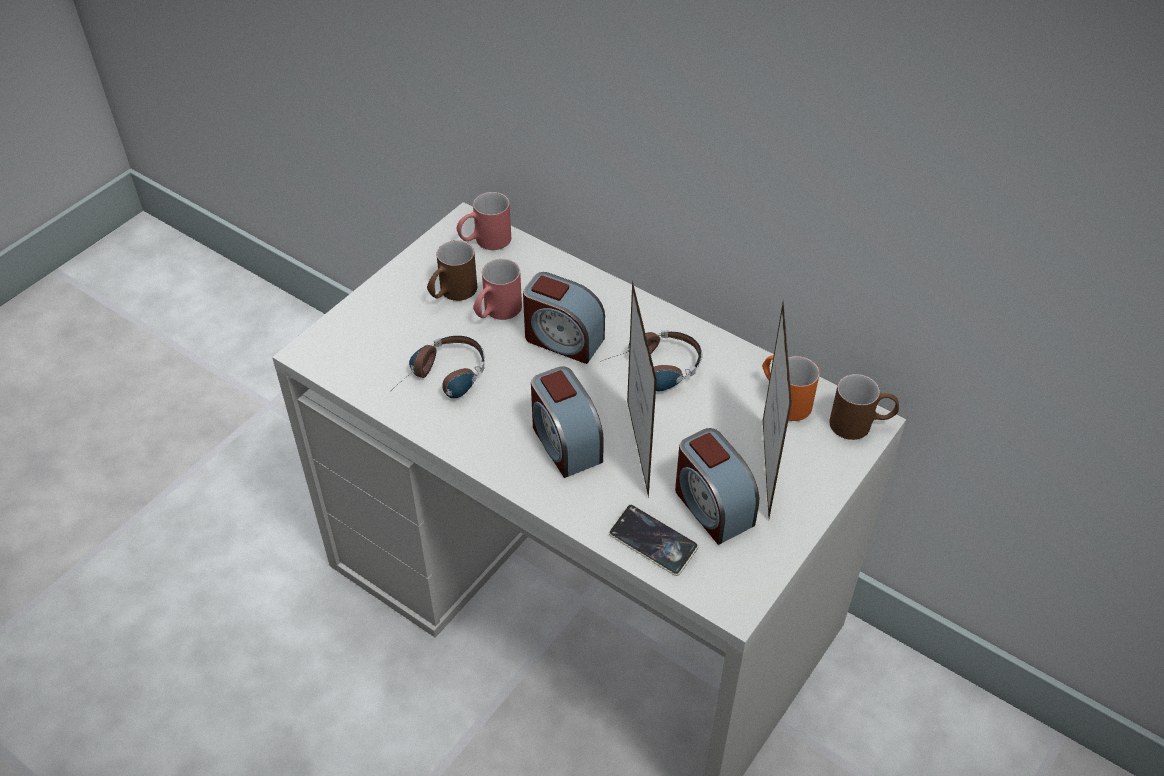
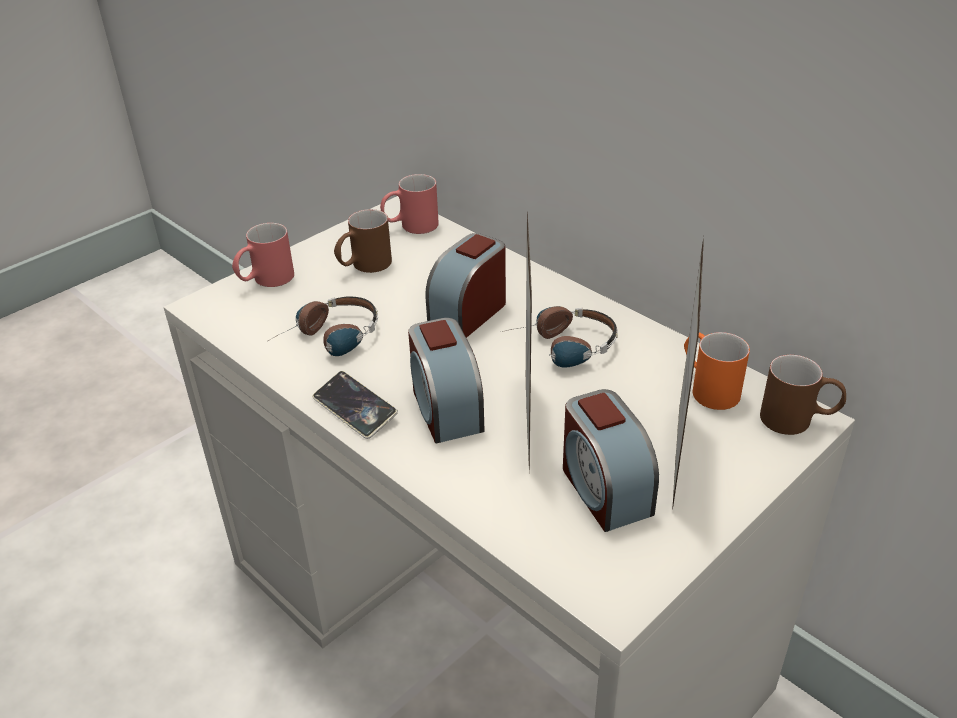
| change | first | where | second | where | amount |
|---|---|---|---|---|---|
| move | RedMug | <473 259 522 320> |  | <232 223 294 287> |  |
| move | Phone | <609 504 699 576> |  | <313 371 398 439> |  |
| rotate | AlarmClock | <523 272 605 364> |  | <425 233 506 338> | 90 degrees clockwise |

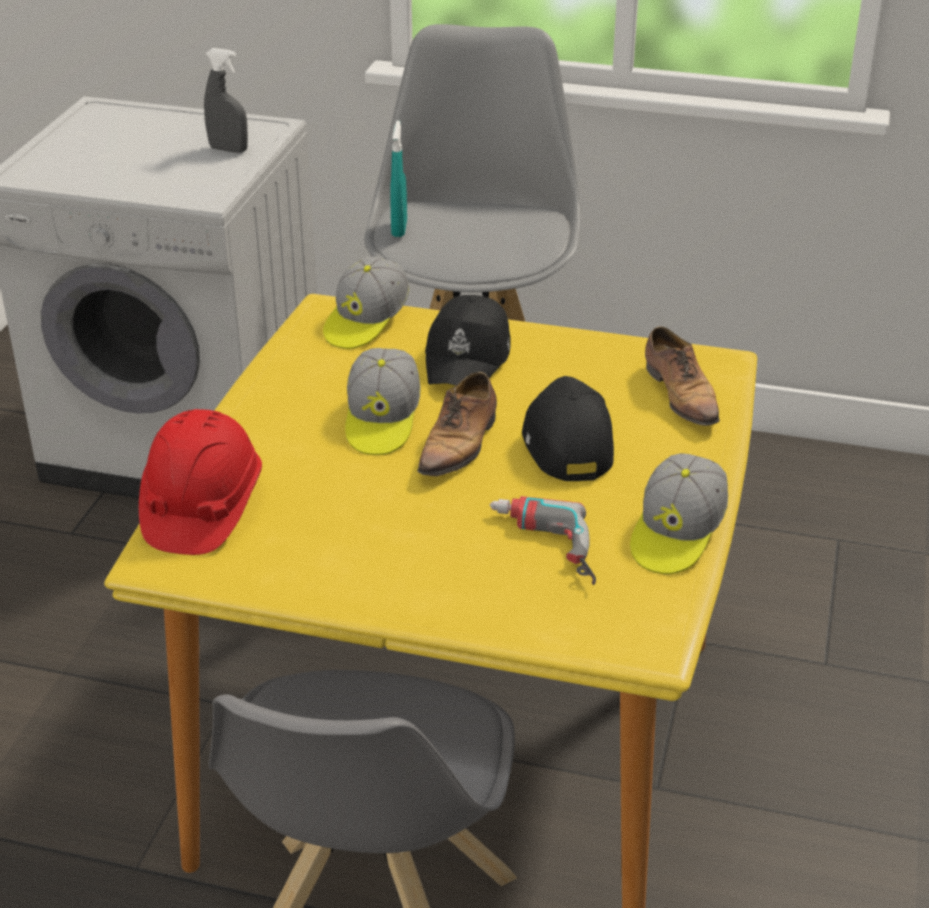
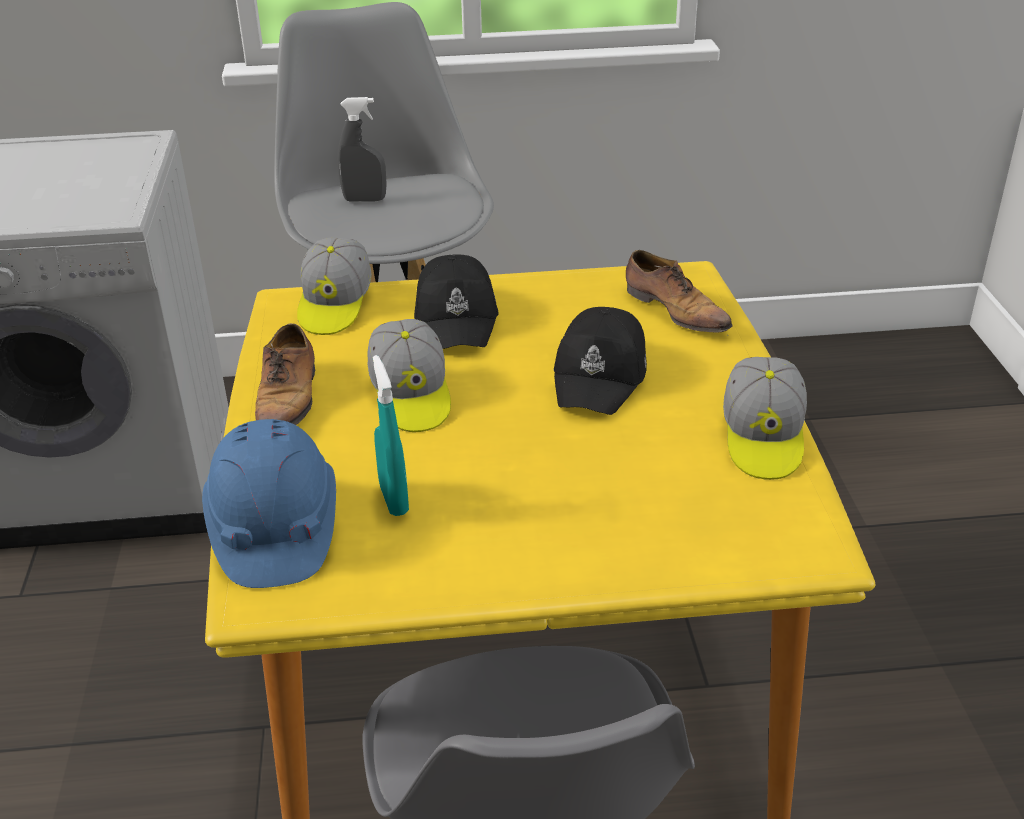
| change | first | where | second | where | amount |
|---|---|---|---|---|---|
| delete | PowerDrill | <490 496 596 585> |  |  |  |
| move | GreySprayBottle | <204 48 248 153> |  | <338 97 387 202> |  |
| move | TurquoiseSprayBottle | <390 120 407 237> |  | <373 355 409 516> |  |
| move | Shoe | <417 372 497 485> |  | <255 323 315 425> |  |
| recolor | RedHardHat | <139 409 262 555> | BlueHardHat | <202 419 336 588> |  |
| rotate | BlackCap | <522 376 614 481> |  | <554 307 647 415> | 135 degrees counterclockwise |

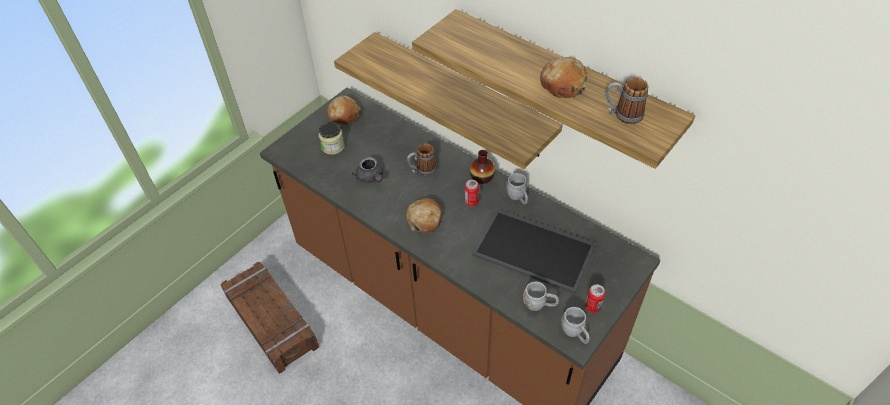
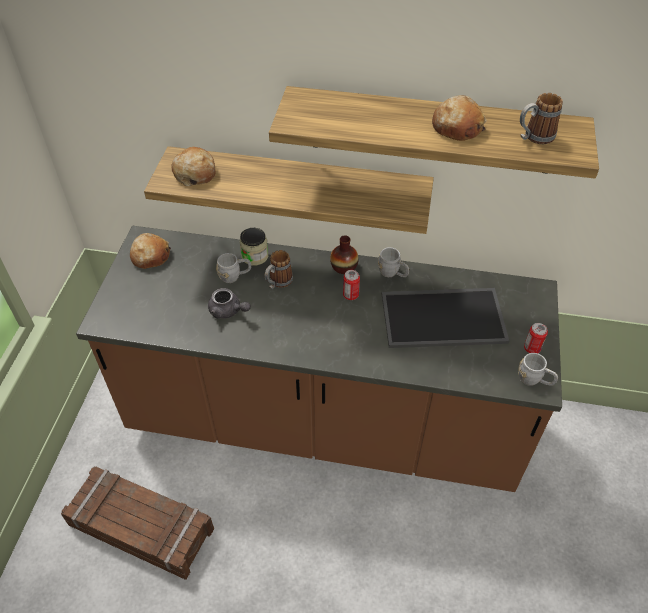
| change | first | where | second | where | amount |
|---|---|---|---|---|---|
| move | Jar | <319 122 345 155> |  | <240 228 268 266> |  |
| move | Bread | <406 198 442 233> |  | <171 147 216 186> |  |
| move | GreyMug | <523 281 559 311> |  | <216 253 251 283> |  |

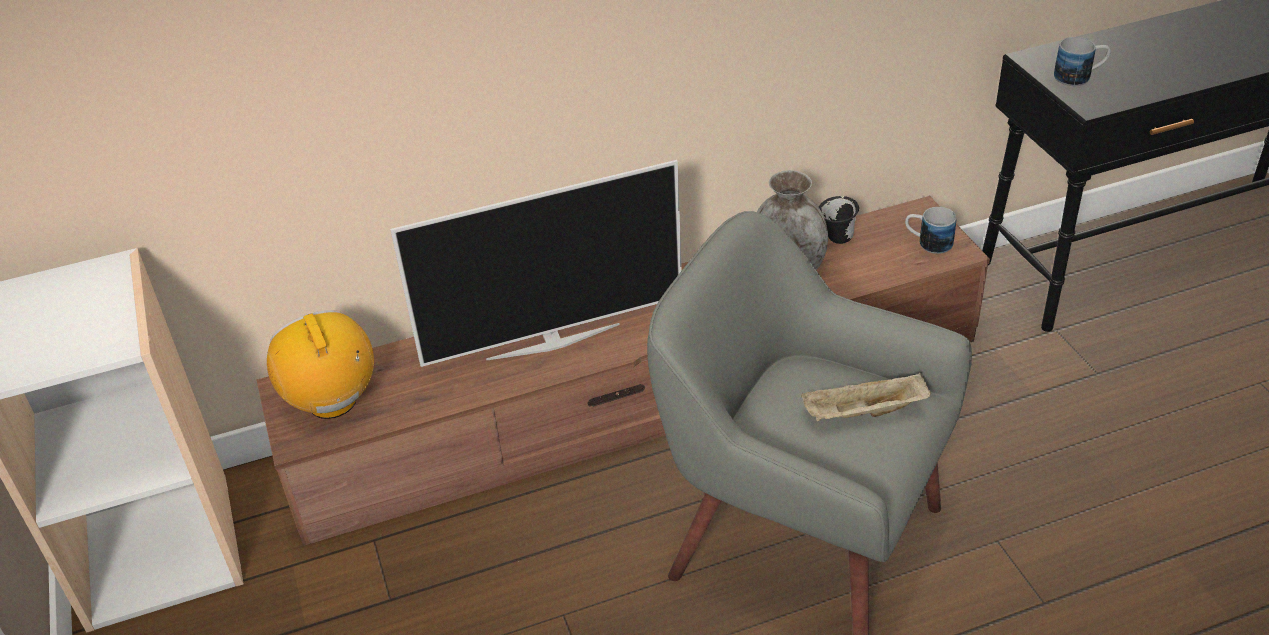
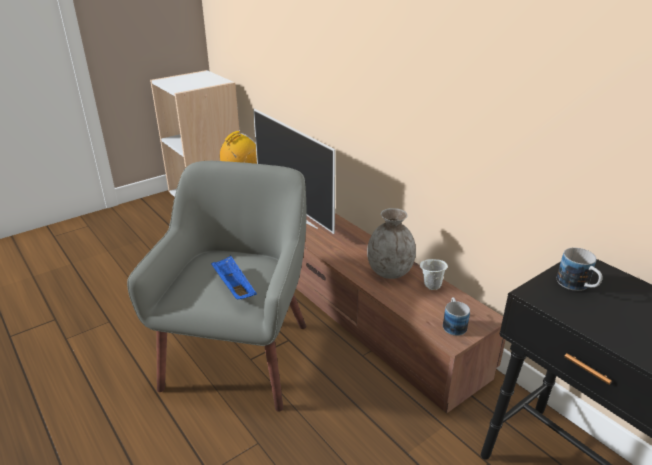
| change | first | where | second | where | amount |
|---|---|---|---|---|---|
| recolor | BeigeTray | <801 373 931 421> | BlueTray | <211 256 257 299> |  |
| recolor | BlackMug | <819 196 859 244> | WhiteMug | <420 259 448 290> |  |

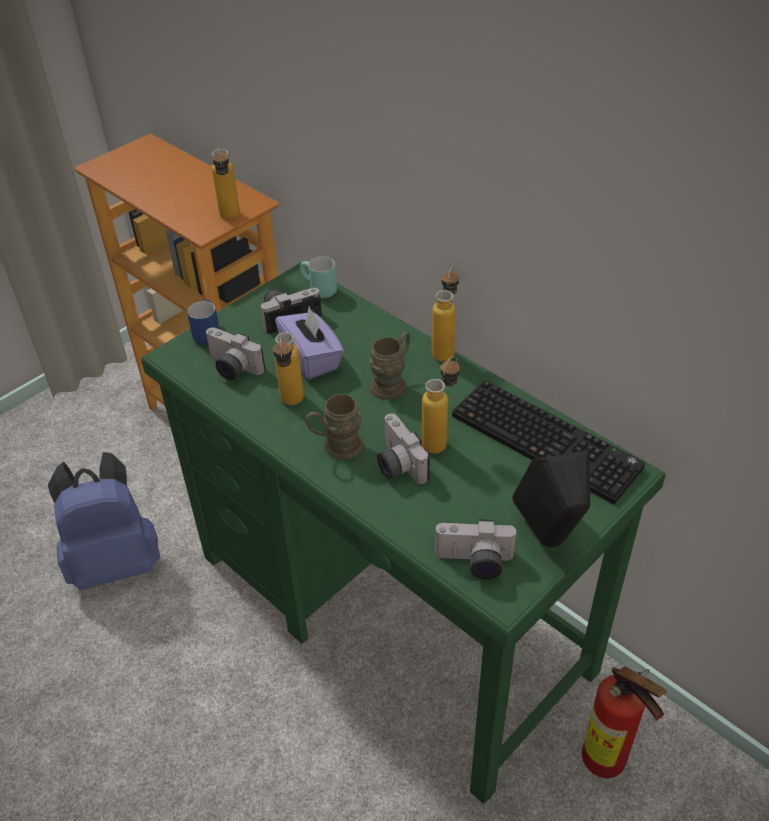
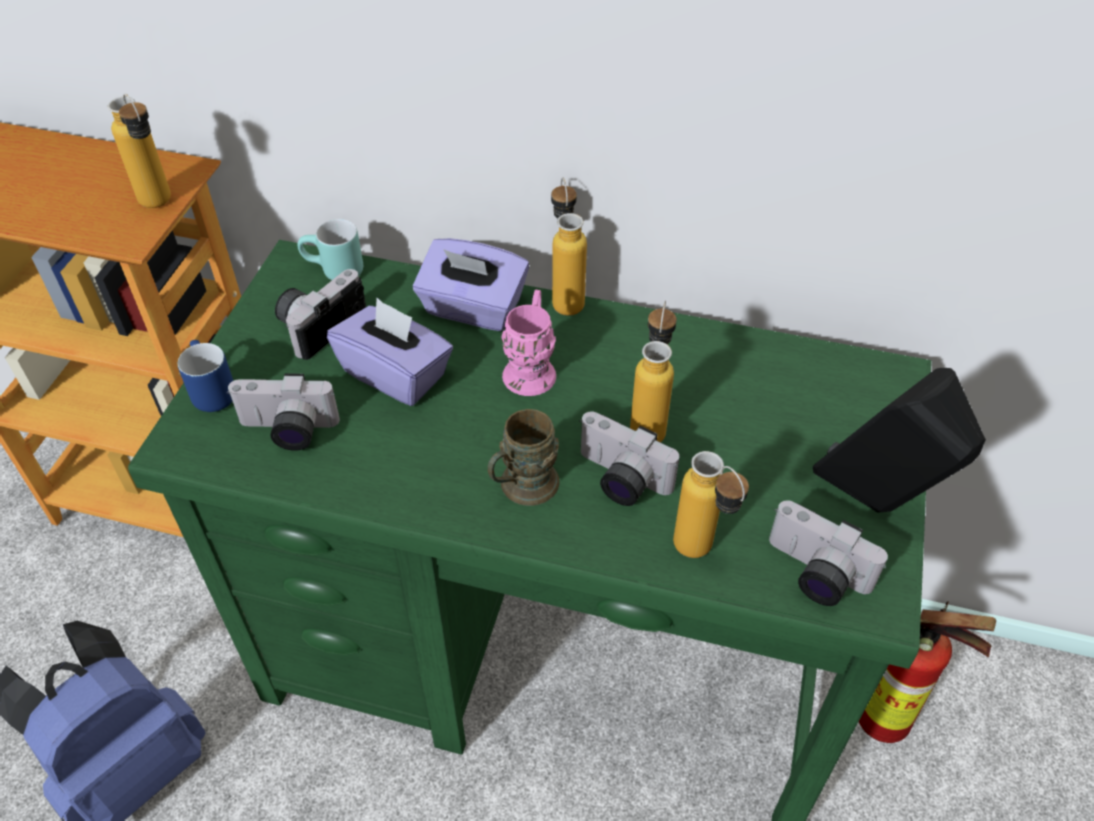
| change | first | where | second | where | amount |
|---|---|---|---|---|---|
| delete | Keyboard | <452 380 645 504> |  |  |  |
| insert |  |  | PurpleTissueBox | <413 238 529 331> |  |
| move | Bottle | <273 332 304 405> |  | <673 451 749 558> |  |
| recolor | BrownMug | <369 332 410 400> | PinkMug | <502 290 556 396> |  |
| rotate | PhotoCamera | <434 519 518 579> |  | <769 500 888 606> | 60 degrees clockwise |

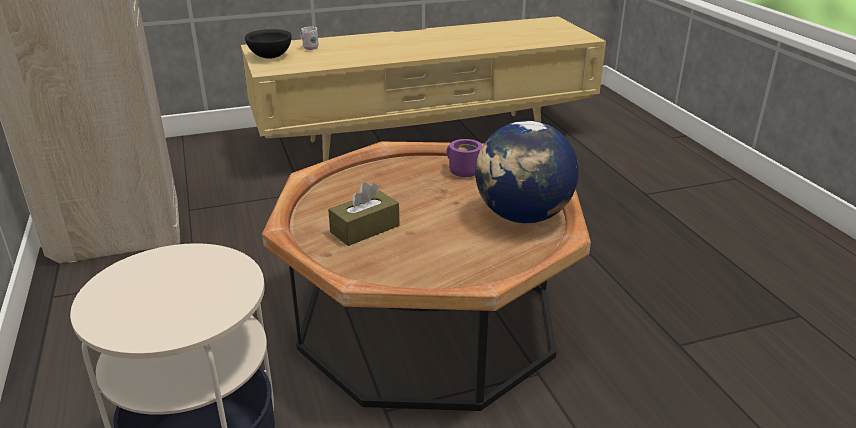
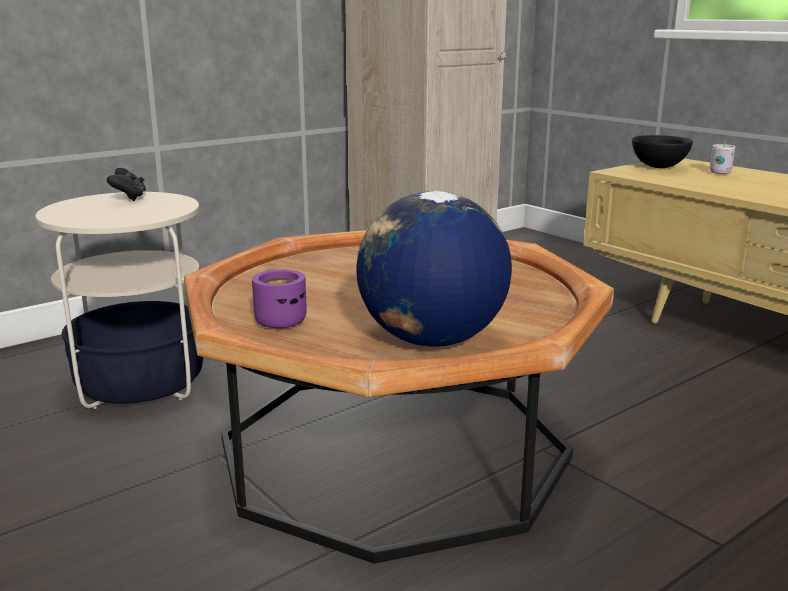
| change | first | where | second | where | amount |
|---|---|---|---|---|---|
| delete | BrownTissueBox | <328 182 400 246> |  |  |  |
| insert |  |  | BlackGameController | <107 168 146 201> |  |
| move | PurpleMug | <447 139 482 177> |  | <252 269 307 328> |  |

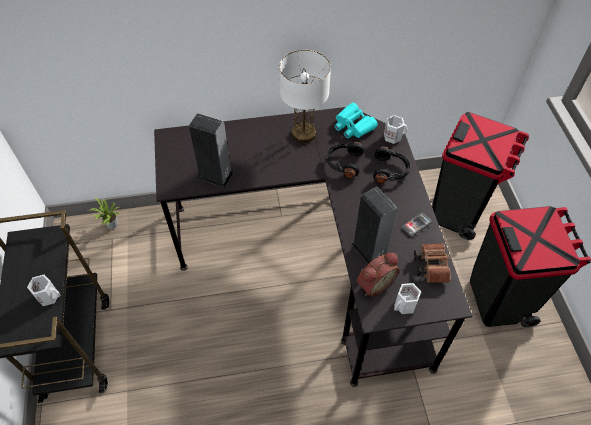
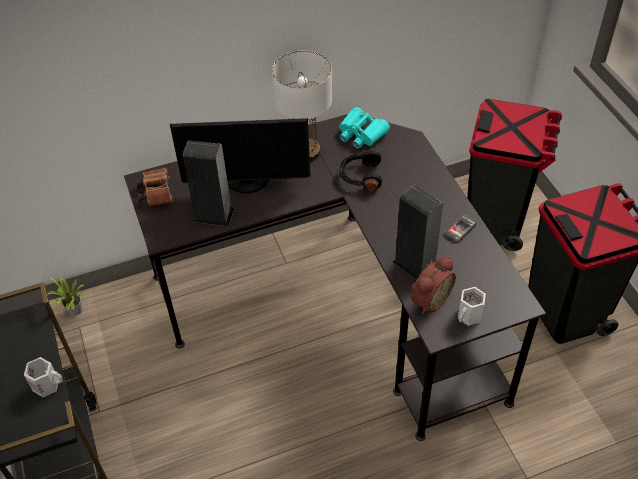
| change | first | where | second | where | amount |
|---|---|---|---|---|---|
| delete | BlackHeadphones | <373 146 410 184> |  |  |  |
| delete | WhiteMug | <384 115 408 144> |  |  |  |
| insert |  |  | Monitor | <170 118 310 194> |  |
| move | BrownBinoculars | <414 243 451 283> |  | <135 168 173 207> |  |

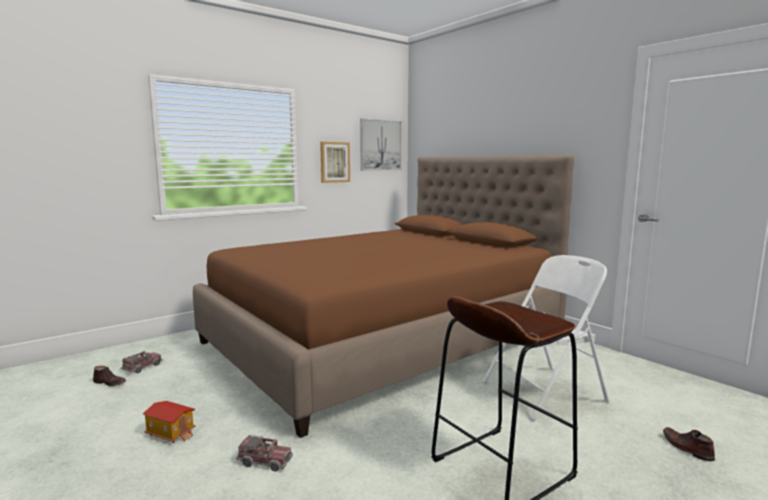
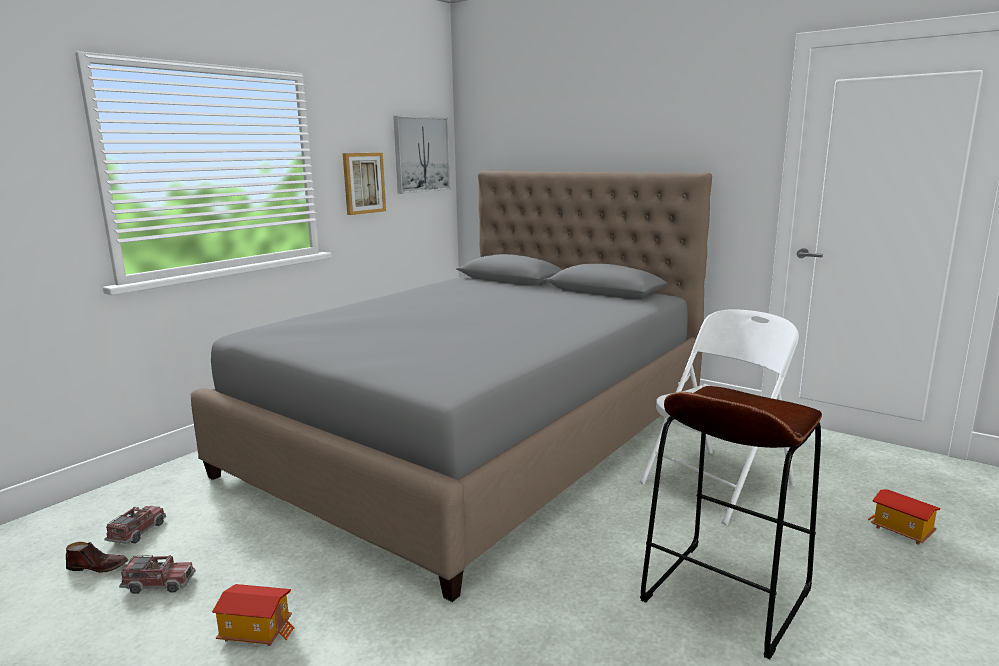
| change | first | where | second | where | amount |
|---|---|---|---|---|---|
| move | ToyTruck | <236 435 293 472> |  | <119 555 195 594> |  |
| replace | BrownShoe | <663 427 715 461> | ToyHouse | <868 489 940 545> |  |
| recolor | BrownBed | <193 155 574 438> | GreyBed | <190 171 712 602> |  |

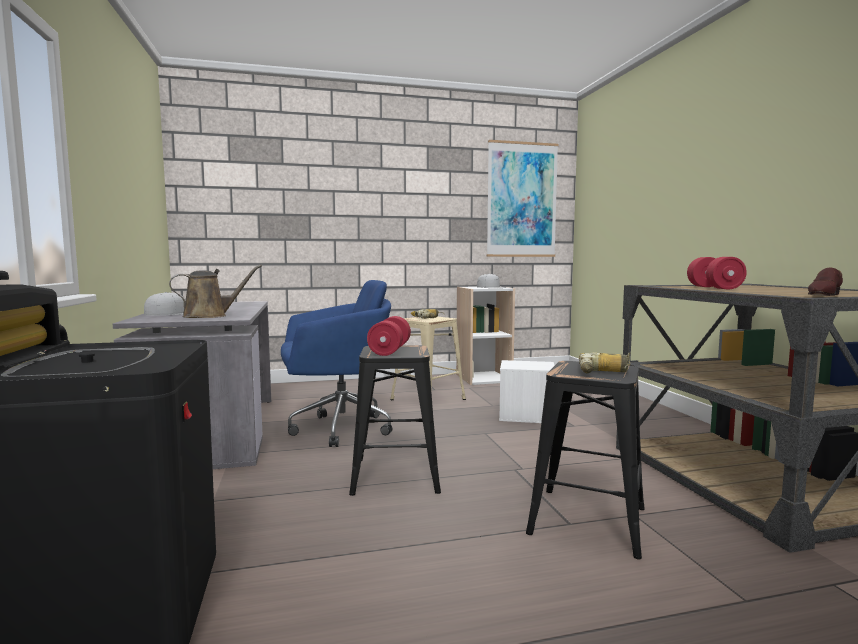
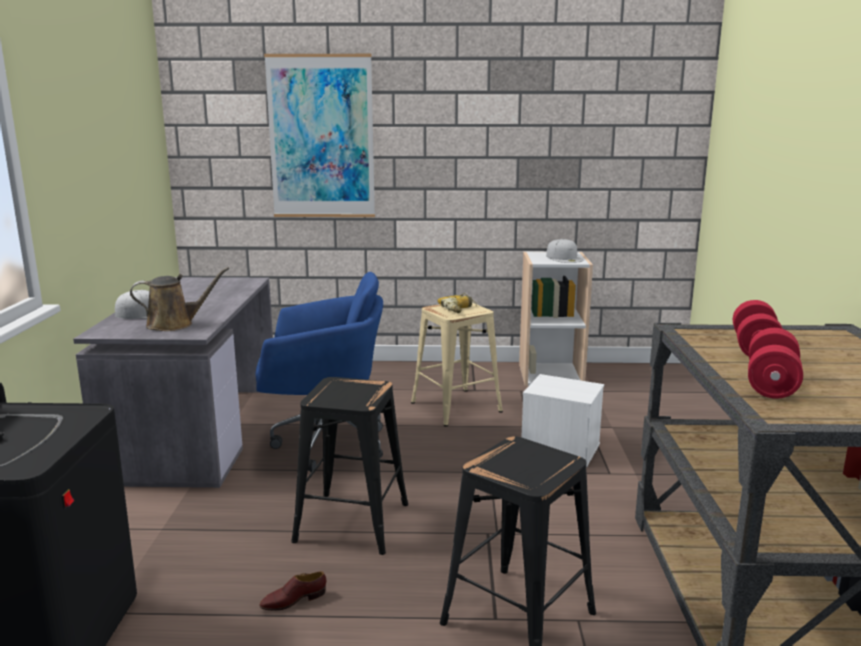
| change | first | where | second | where | amount |
|---|---|---|---|---|---|
| delete | PowerDrill | <579 352 630 374> |  |  |  |
| move | RedDumbbell | <367 316 411 356> |  | <748 328 803 399> |  |
| move | Picture | <487 140 559 257> |  | <264 54 375 217> |  |
| move | BrownShoe | <808 268 843 296> |  | <259 571 326 611> |  |

